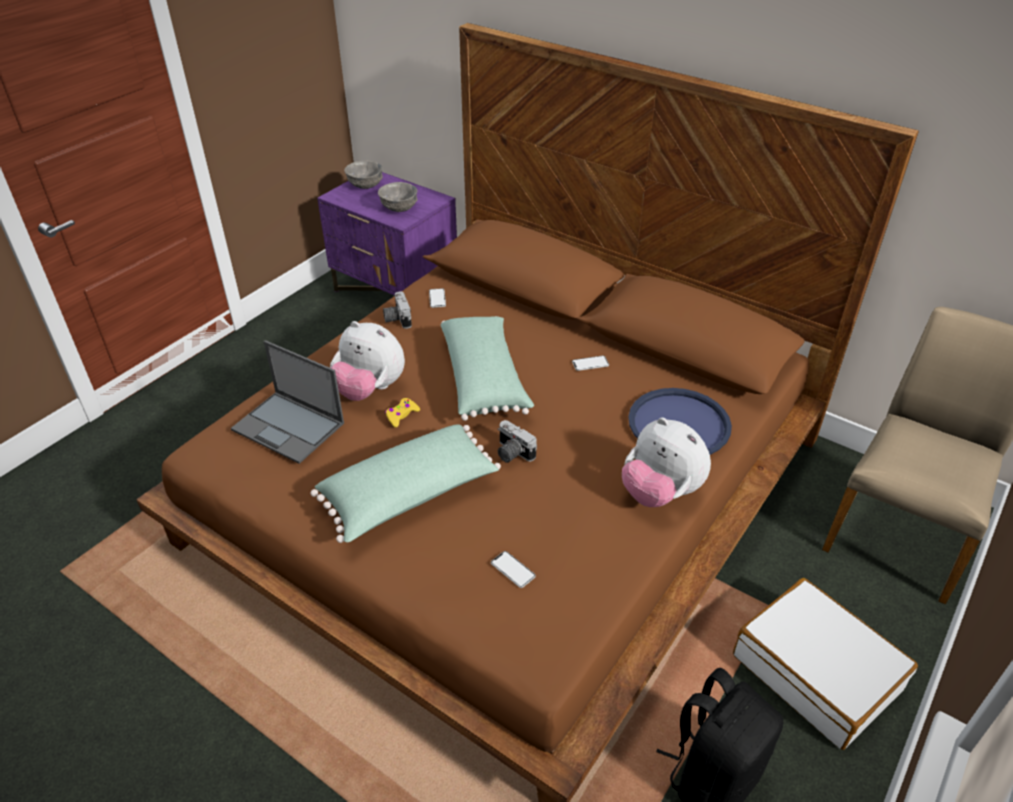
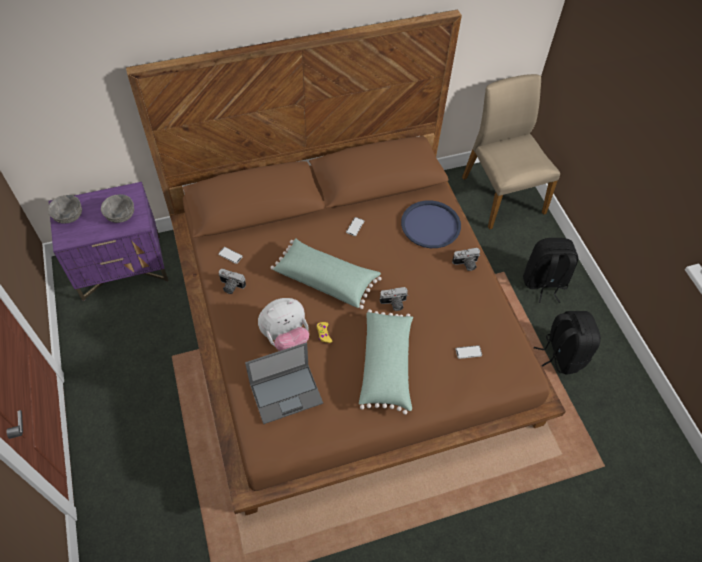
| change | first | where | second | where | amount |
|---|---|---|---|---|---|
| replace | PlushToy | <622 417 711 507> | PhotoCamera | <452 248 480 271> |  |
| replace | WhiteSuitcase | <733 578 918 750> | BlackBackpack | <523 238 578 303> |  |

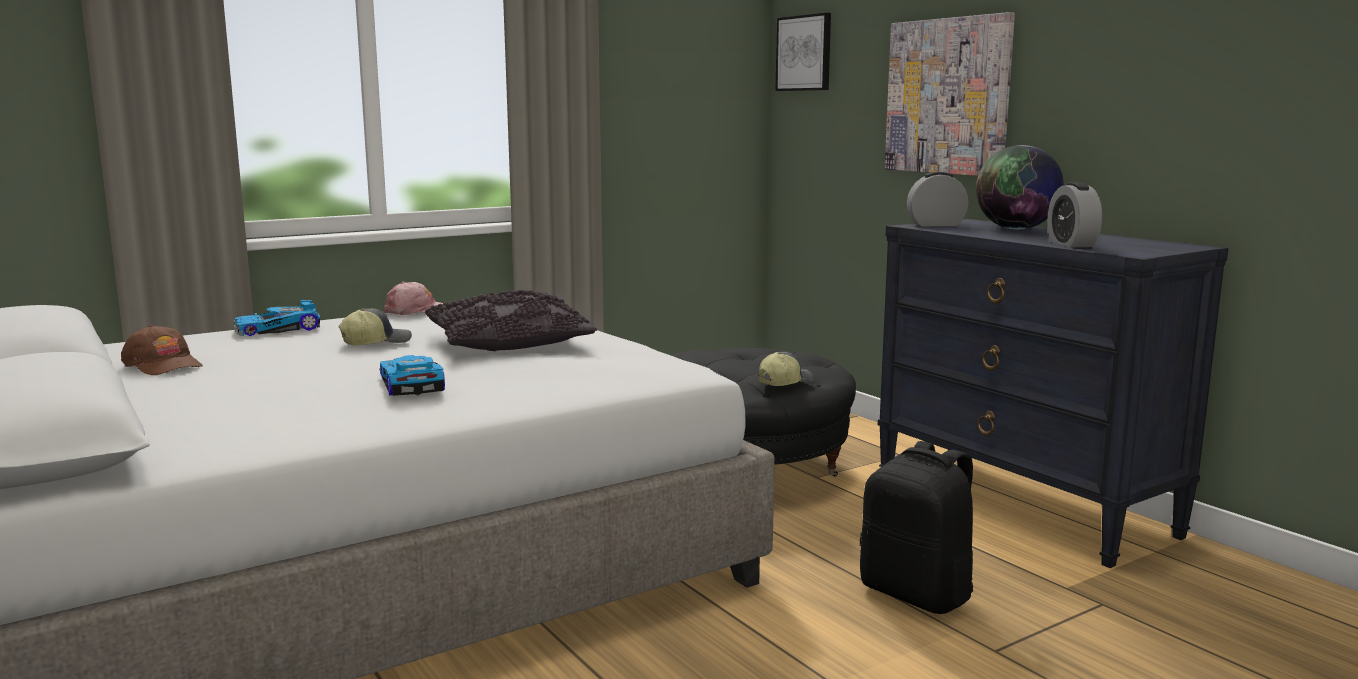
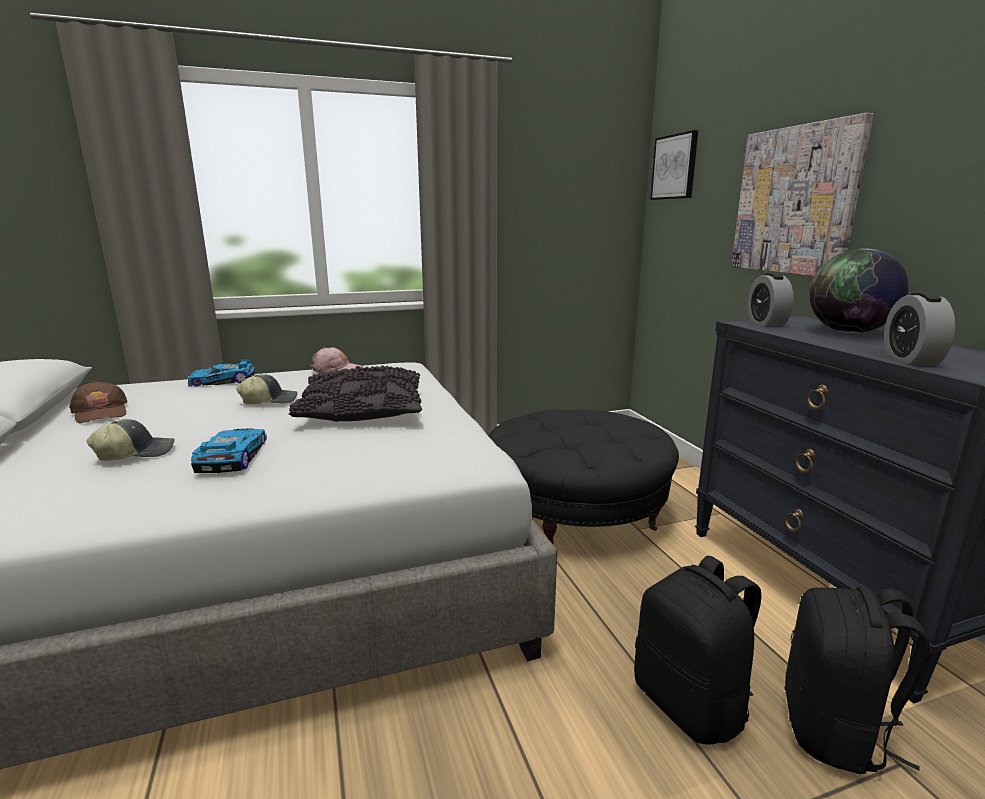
| change | first | where | second | where | amount |
|---|---|---|---|---|---|
| insert |  |  | BlackBackpack | <785 587 930 774> |  |
| move | Cap | <759 352 814 386> |  | <87 419 175 461> |  |
| rotate | AlarmClock | <907 172 968 226> |  | <748 273 793 326> | 105 degrees counterclockwise |

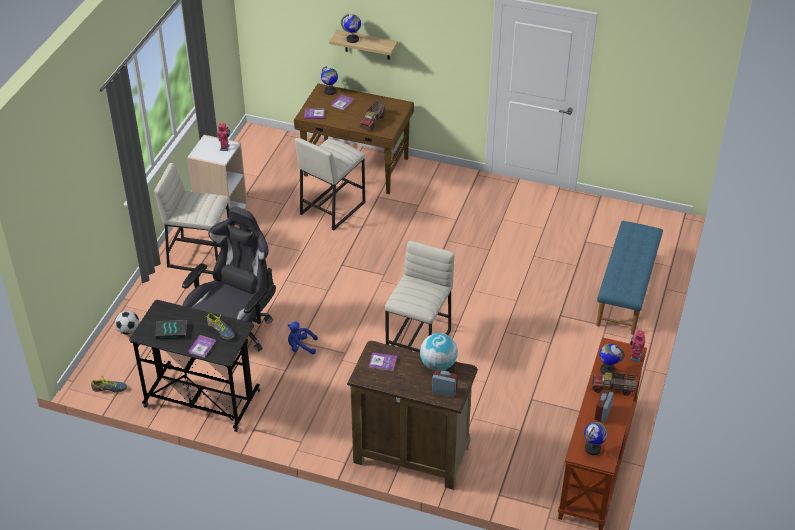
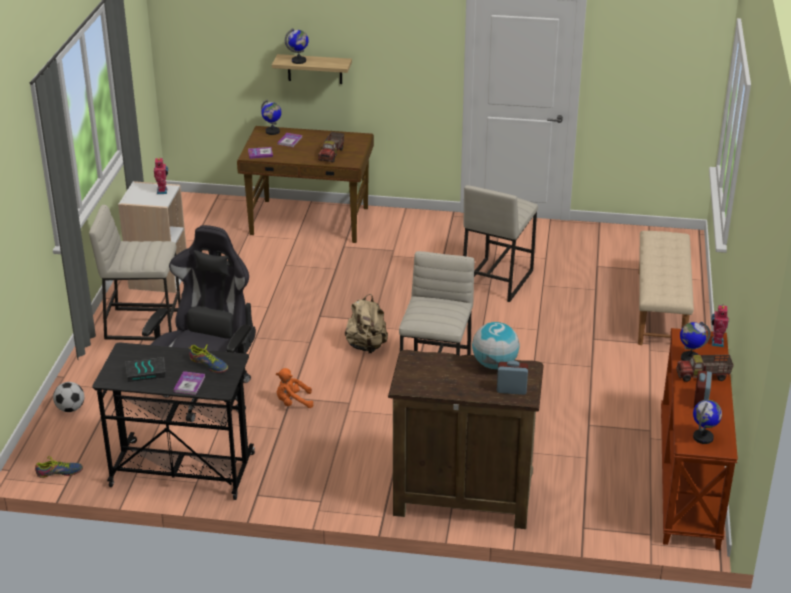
| change | first | where | second | where | amount |
|---|---|---|---|---|---|
| delete | Book | <369 352 397 371> |  |  |  |
| insert |  |  | BeigeBackpack | <345 294 388 353> |  |
| move | BeigeStool | <295 138 365 231> |  | <463 185 538 302> |  |
| recolor | BluePlushToy | <287 321 318 354> | OrangePlushToy | <276 368 313 408> |  |
| recolor | BlueBench | <596 221 663 335> | BeigeBench | <638 231 694 345> |  |

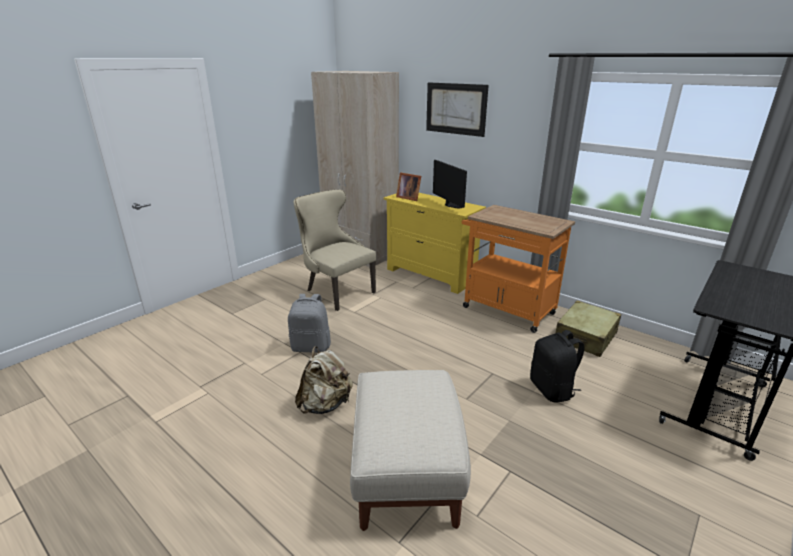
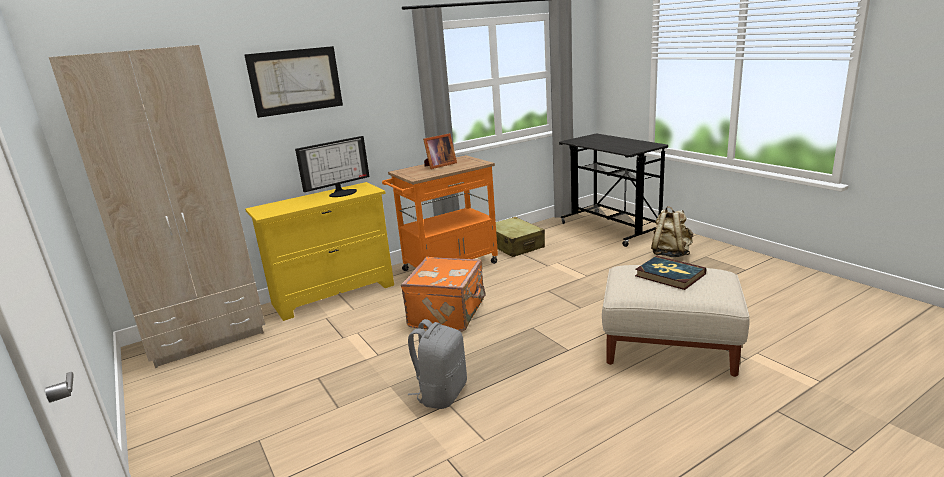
| change | first | where | second | where | amount |
|---|---|---|---|---|---|
| delete | BeigeChair | <294 190 376 311> |  |  |  |
| delete | BlackBackpack | <530 330 585 403> |  |  |  |
| insert |  |  | OrangeSuitcase | <401 257 486 332> |  |
| insert |  |  | Book | <635 256 706 290> |  |
| move | BeigeBackpack | <295 346 353 414> |  | <651 206 693 257> |  |
| move | PictureFrame | <396 172 421 201> |  | <423 133 457 169> |  |
| rotate | Monitor | <433 160 467 208> |  | <295 136 369 197> | 150 degrees clockwise |

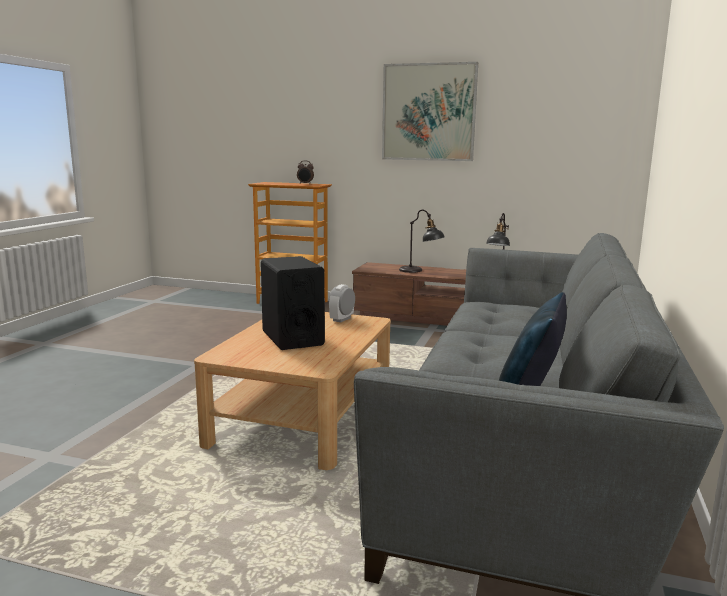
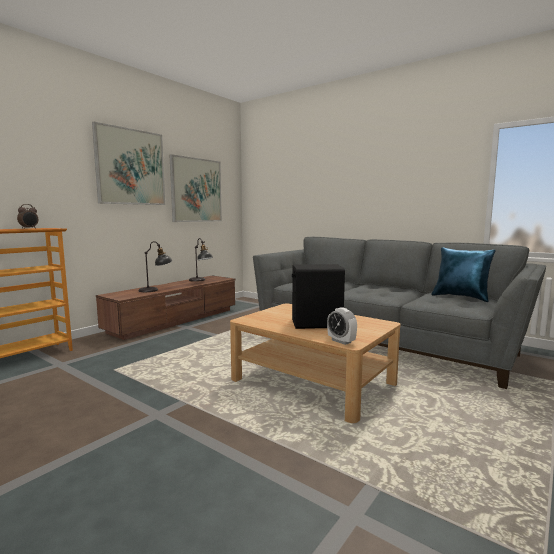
| change | first | where | second | where | amount |
|---|---|---|---|---|---|
| insert |  |  | Picture | <169 154 222 222> |  |
| move | AlarmClock | <328 284 355 322> |  | <327 307 357 345> |  |

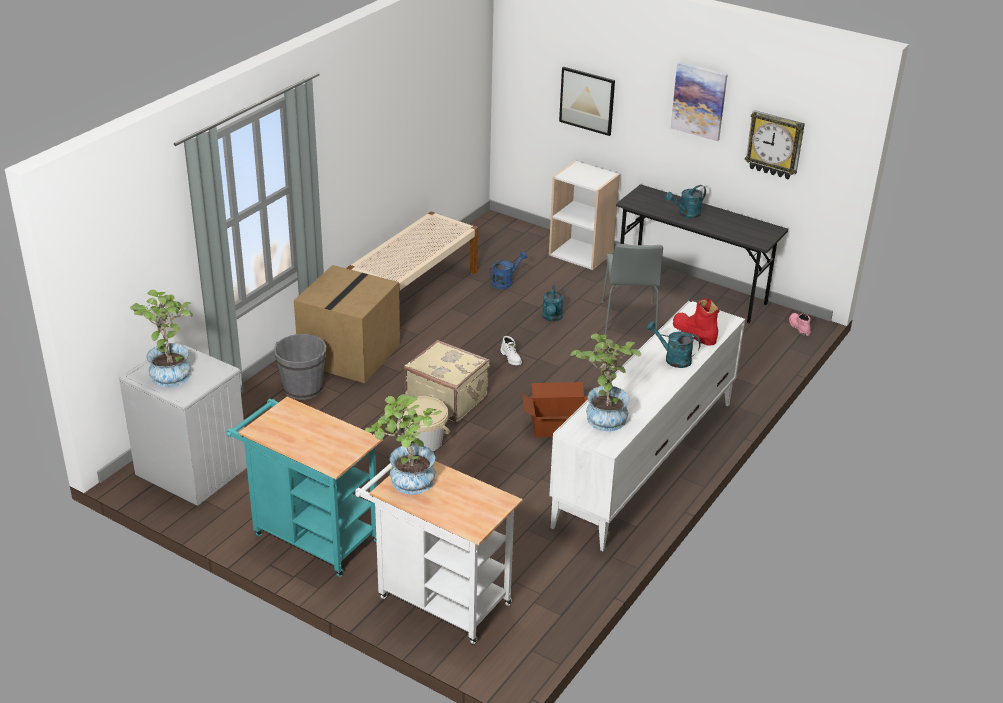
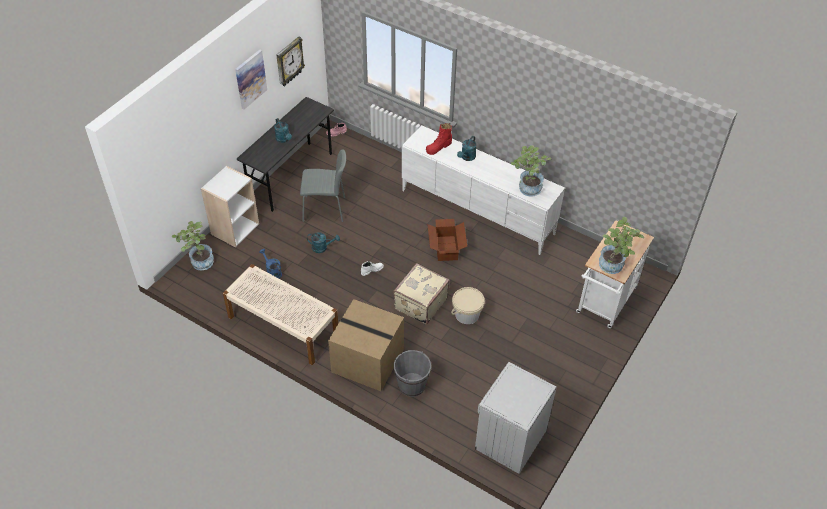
| change | first | where | second | where | amount |
|---|---|---|---|---|---|
| delete | TurquoiseCart | <226 397 383 577> |  |  |  |
| delete | Picture | <559 67 615 136> |  |  |  |
| move | PottedPlant | <130 289 193 387> |  | <172 221 214 270> |  |

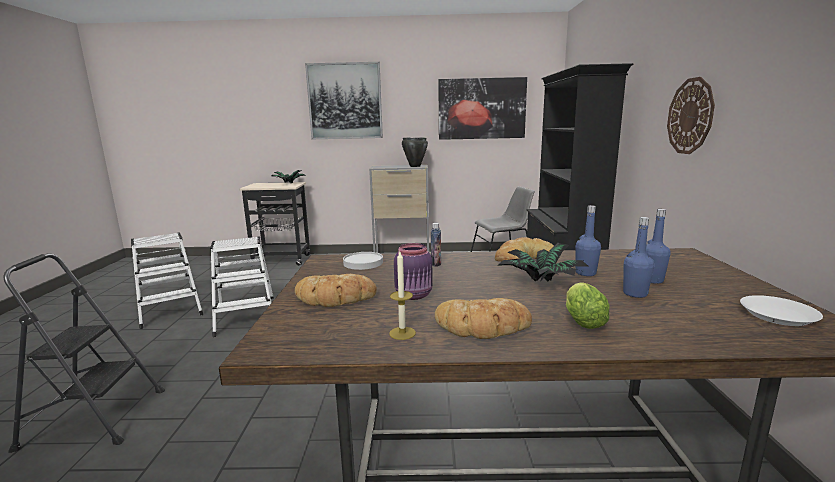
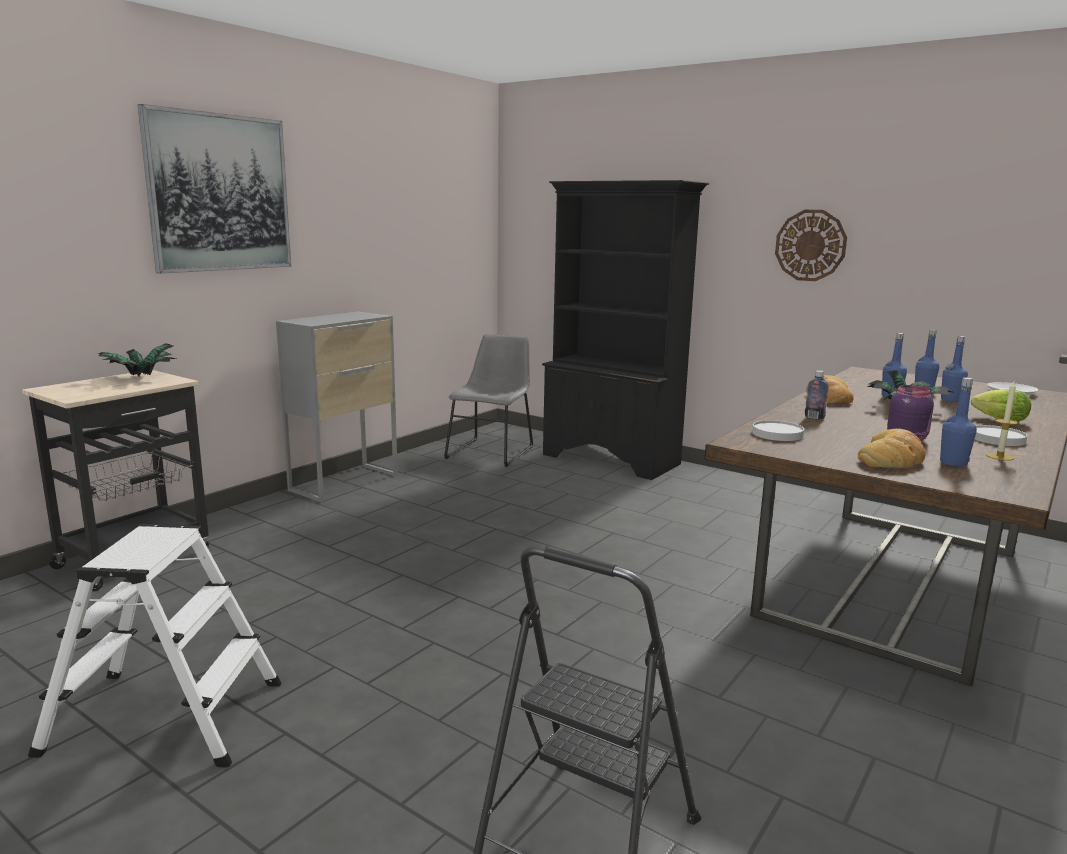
| change | first | where | second | where | amount |
|---|---|---|---|---|---|
| delete | WhiteStepLadder | <210 236 274 337> |  |  |  |
| delete | BlackCookingPot | <402 137 428 167> |  |  |  |
| delete | Picture | <438 77 527 140> |  |  |  |
| insert |  |  | BlueBottle | <940 377 977 467> |  |
| replace | Bread | <435 298 532 339> | WhitePlate | <975 425 1027 446> |  |

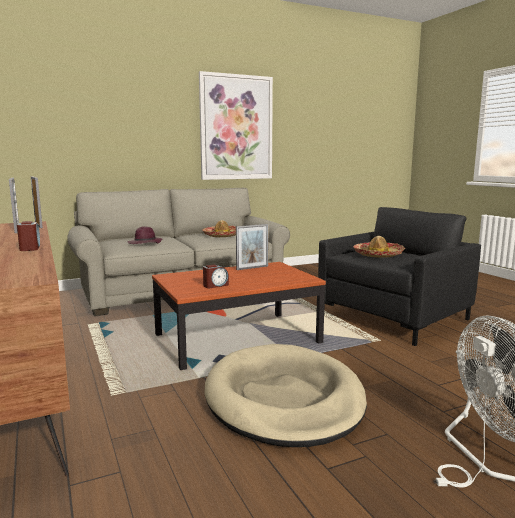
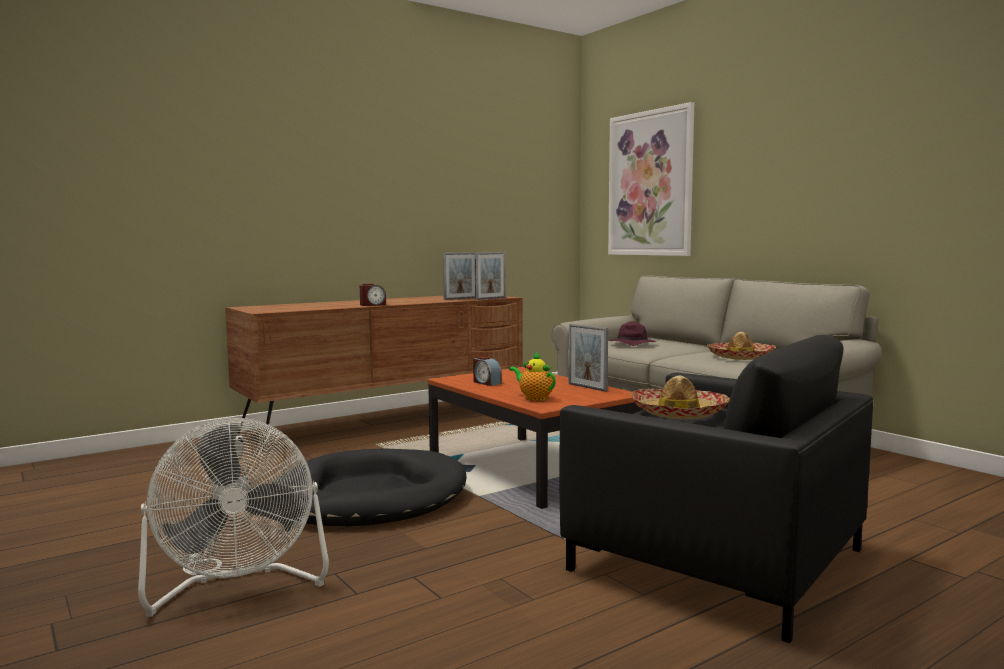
| change | first | where | second | where | amount |
|---|---|---|---|---|---|
| insert |  |  | Teapot | <509 352 556 401> |  |
| move | Picture | <199 71 273 180> |  | <608 102 694 256> |  |
| recolor | BeigeDogBed | <205 344 367 447> | BlackDogBed | <272 448 467 526> |  |

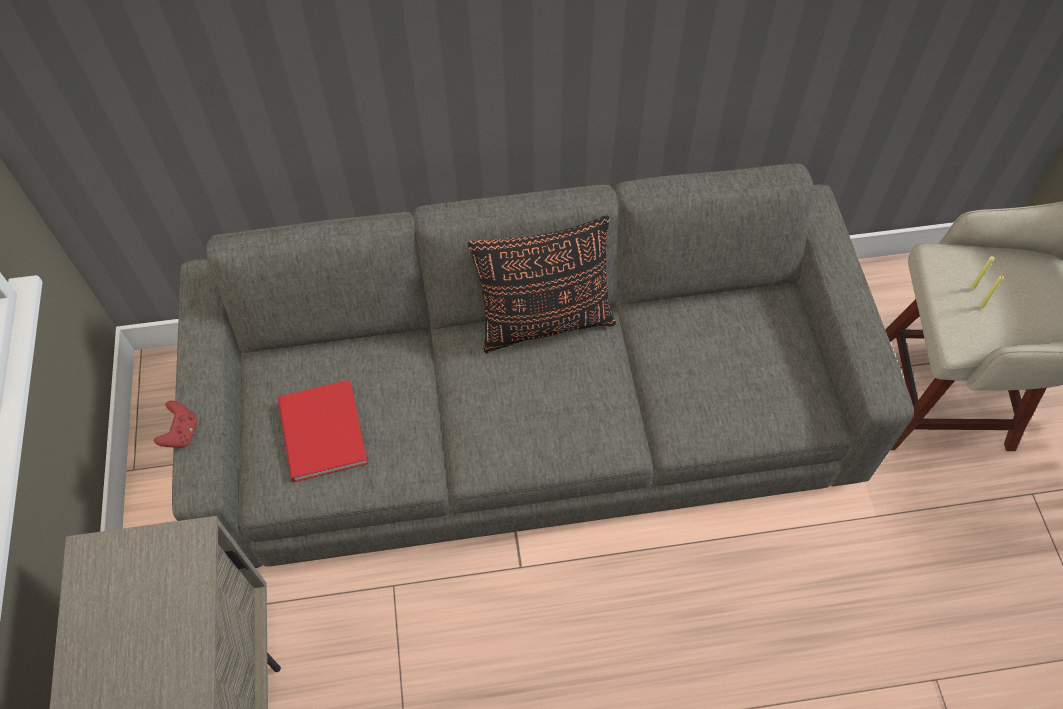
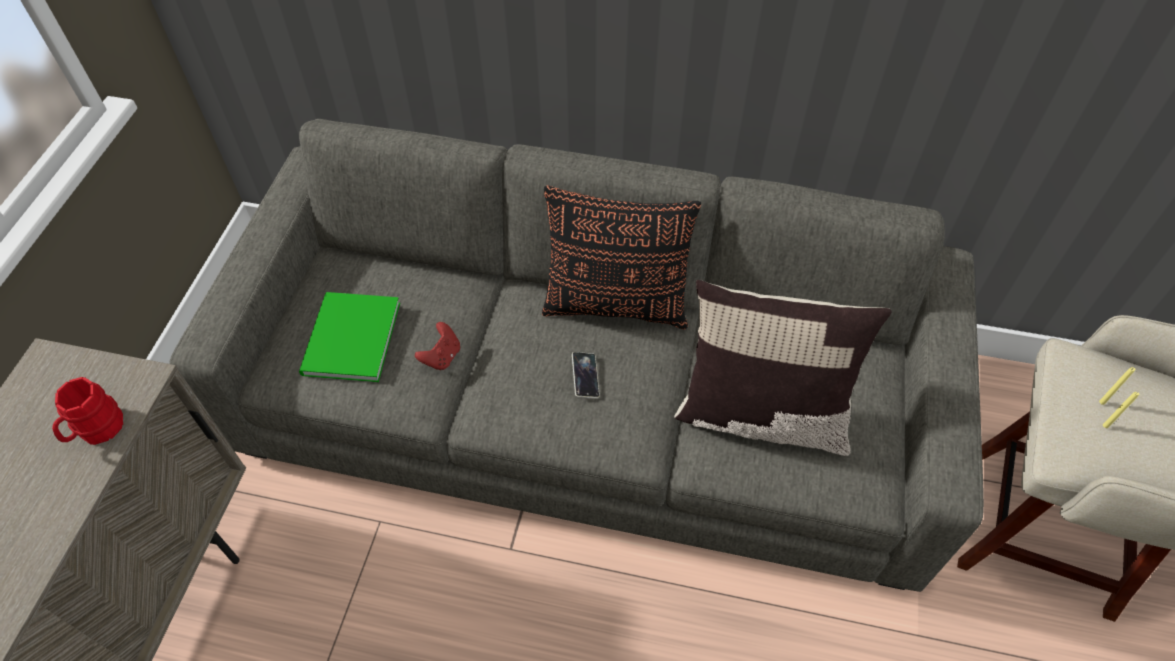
| change | first | where | second | where | amount |
|---|---|---|---|---|---|
| insert |  |  | RedMug | <52 377 123 445> |  |
| insert |  |  | Phone | <572 352 600 398> |  |
| insert |  |  | Pillow | <674 280 892 456> |  |
| move | RedGameController | <154 401 197 448> |  | <415 322 460 370> |  |
| recolor | RedBook | <278 380 368 482> | GreenBook | <299 292 400 382> |  |

